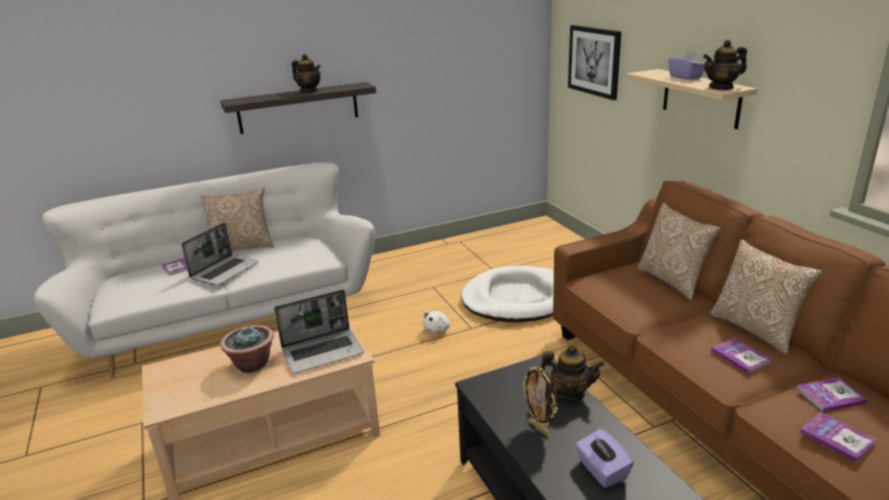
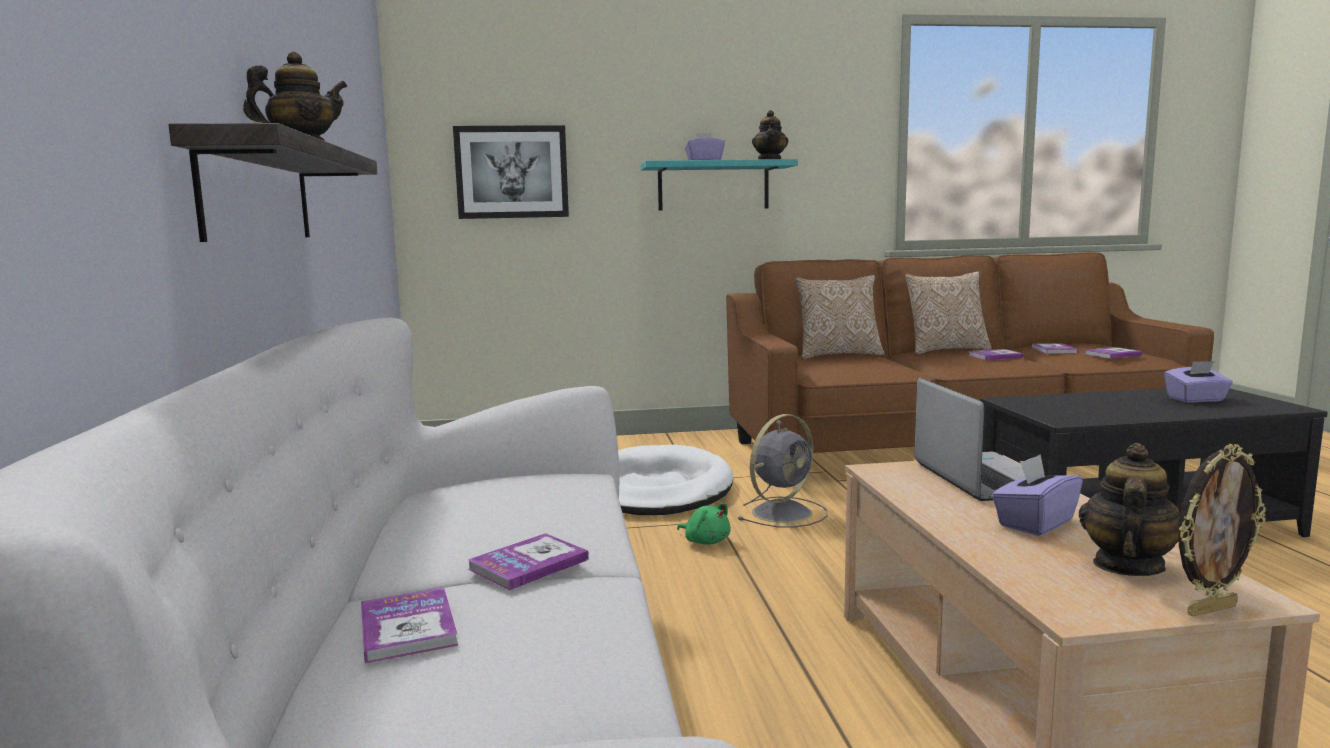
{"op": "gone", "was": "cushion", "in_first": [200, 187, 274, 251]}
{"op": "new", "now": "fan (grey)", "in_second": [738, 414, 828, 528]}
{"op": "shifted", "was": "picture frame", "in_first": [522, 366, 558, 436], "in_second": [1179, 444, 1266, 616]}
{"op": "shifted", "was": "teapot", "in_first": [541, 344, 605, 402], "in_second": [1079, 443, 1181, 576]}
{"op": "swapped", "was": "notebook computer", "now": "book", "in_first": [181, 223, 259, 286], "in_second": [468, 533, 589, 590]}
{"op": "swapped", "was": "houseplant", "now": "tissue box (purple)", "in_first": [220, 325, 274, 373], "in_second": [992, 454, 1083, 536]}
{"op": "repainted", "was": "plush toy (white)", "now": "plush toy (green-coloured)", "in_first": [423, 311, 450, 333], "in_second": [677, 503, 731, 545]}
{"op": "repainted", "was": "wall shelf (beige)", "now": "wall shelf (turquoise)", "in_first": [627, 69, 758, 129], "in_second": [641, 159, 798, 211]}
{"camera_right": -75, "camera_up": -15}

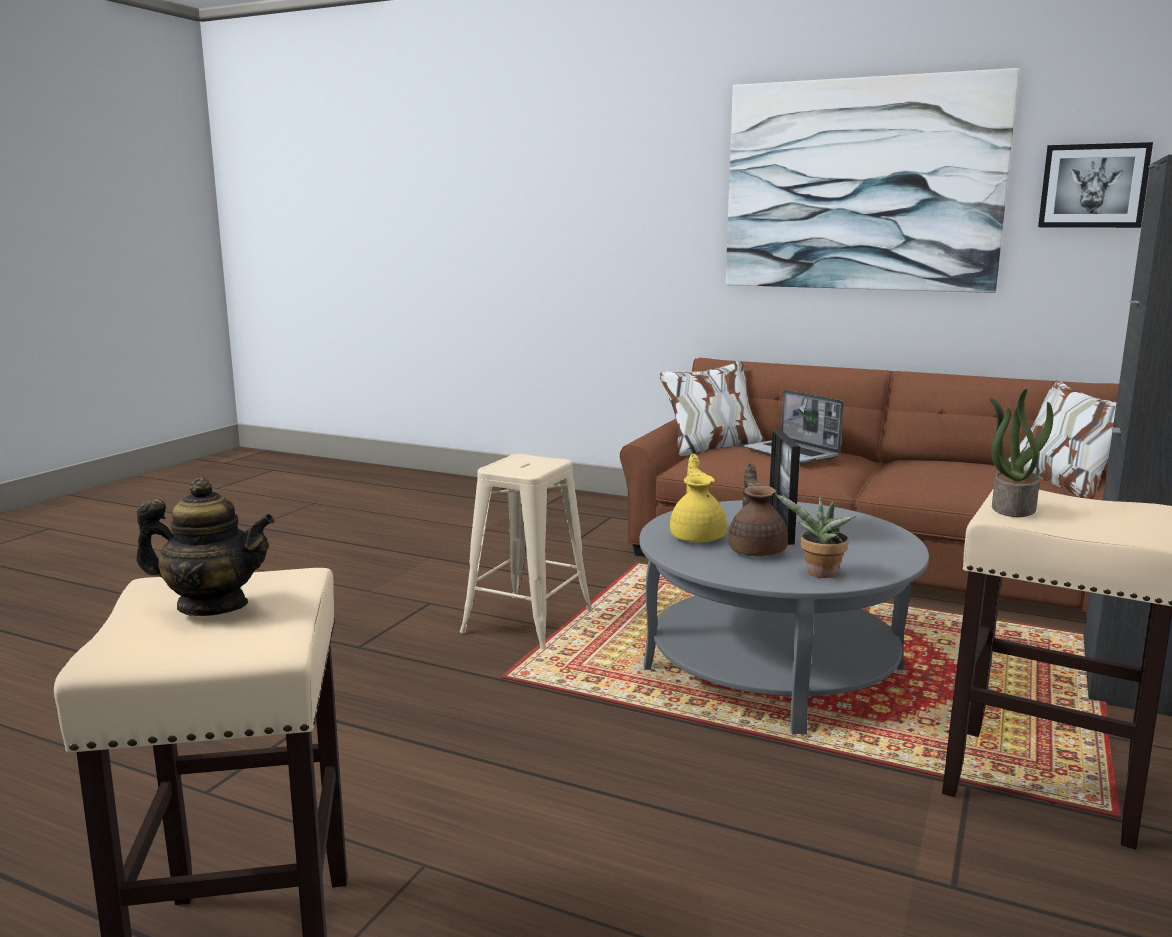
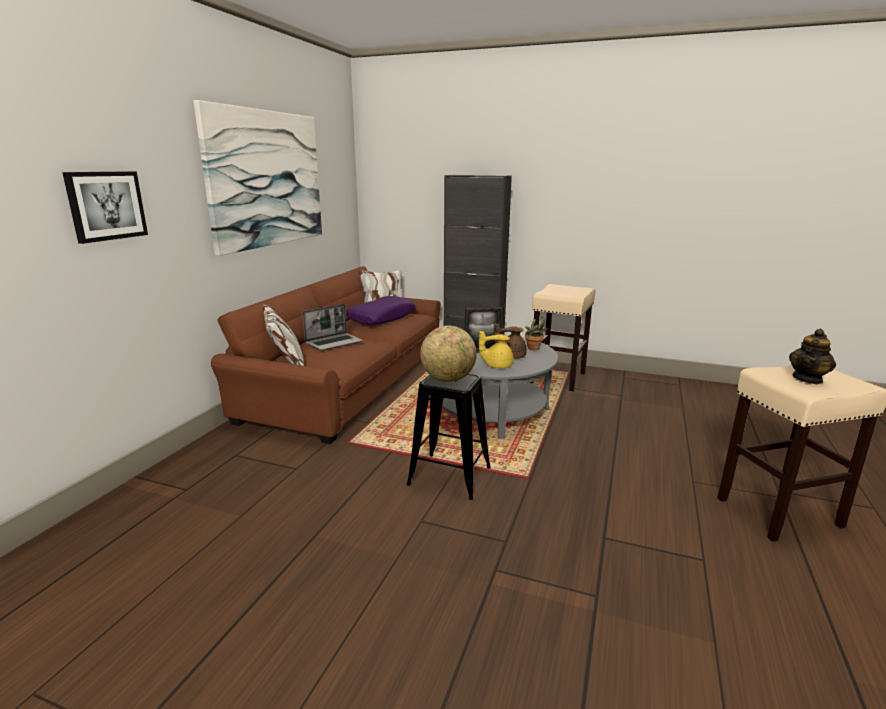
{"op": "gone", "was": "houseplant", "in_first": [989, 389, 1053, 517]}
{"op": "new", "now": "cushion (purple)", "in_second": [346, 296, 416, 325]}
{"op": "new", "now": "desk globe", "in_second": [420, 326, 477, 382]}
{"op": "shifted", "was": "picture", "in_first": [1038, 142, 1153, 228], "in_second": [62, 171, 148, 244]}
{"op": "repainted", "was": "stool seat (beige)", "now": "stool seat (blackish)", "in_first": [460, 454, 593, 649], "in_second": [406, 374, 491, 500]}
{"op": "rotated", "was": "teapot", "in_first": [136, 478, 275, 616], "in_second": [789, 329, 836, 384], "clockwise": -135}
{"camera_right": -95, "camera_up": 5}

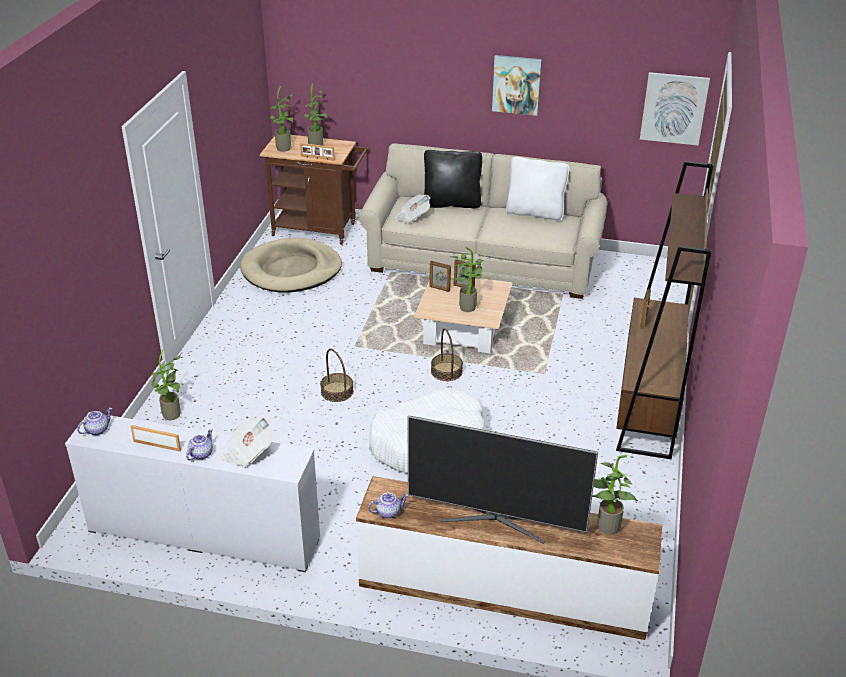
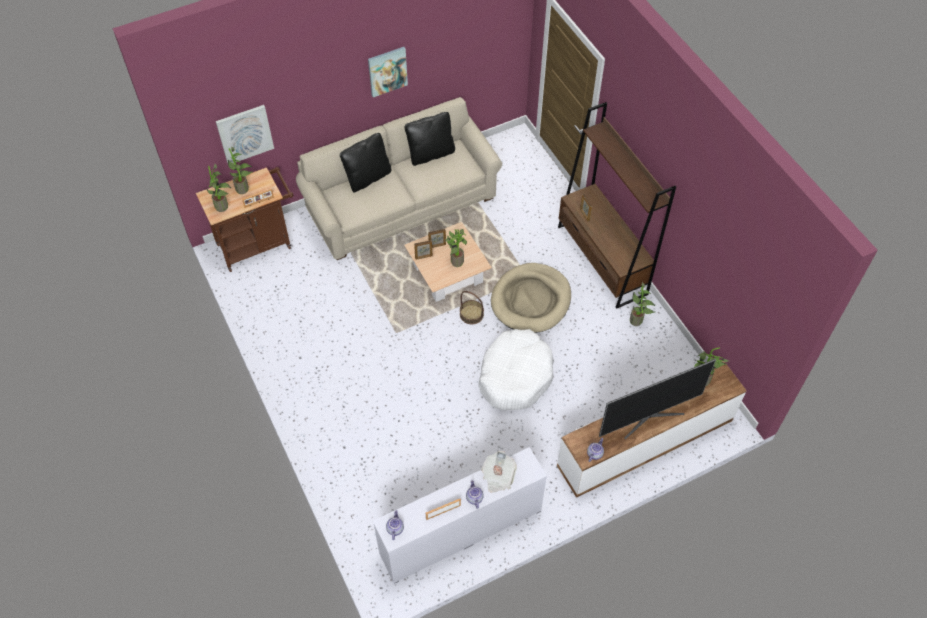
{"op": "gone", "was": "basket", "in_first": [320, 349, 353, 402]}
{"op": "gone", "was": "newspaper", "in_first": [395, 194, 431, 224]}
{"op": "shifted", "was": "houseplant", "in_first": [151, 350, 181, 420], "in_second": [630, 282, 655, 326]}
{"op": "shifted", "was": "dog bed (beige)", "in_first": [240, 238, 342, 293], "in_second": [491, 263, 571, 333]}
{"op": "shifted", "was": "picture", "in_first": [640, 72, 710, 145], "in_second": [216, 105, 274, 163]}
{"op": "repainted", "was": "cushion (white)", "now": "cushion (blackish)", "in_first": [506, 157, 569, 221], "in_second": [404, 112, 455, 166]}
{"camera_right": -40, "camera_up": 20}

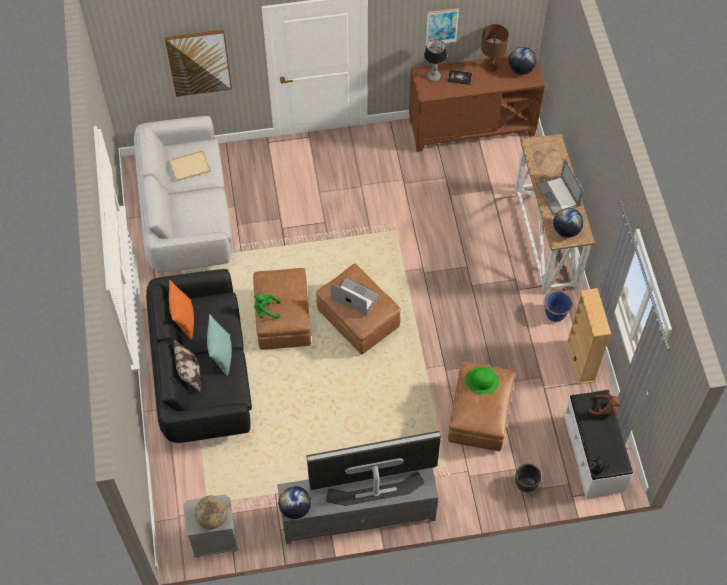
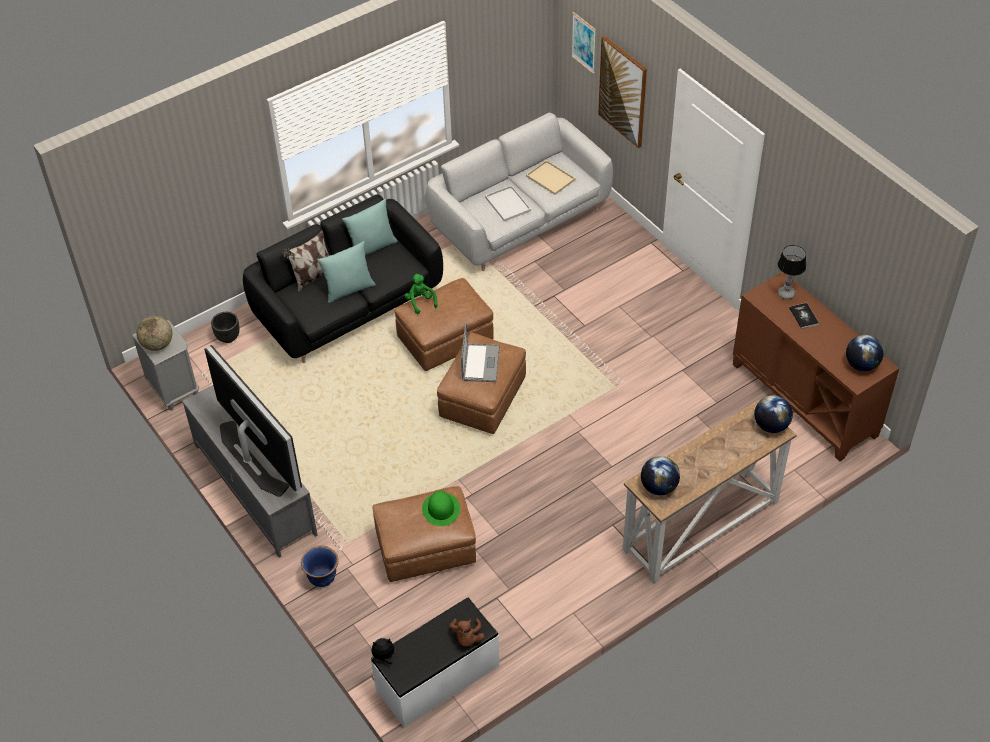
{"op": "gone", "was": "table lamp (brown)", "in_first": [481, 24, 509, 72]}
{"op": "gone", "was": "notebook computer", "in_first": [536, 159, 583, 215]}
{"op": "gone", "was": "bookshelf (beige)", "in_first": [566, 288, 611, 384]}
{"op": "new", "now": "carrying tray (white)", "in_second": [485, 185, 531, 222]}
{"op": "shifted", "was": "desk globe", "in_first": [278, 486, 311, 519], "in_second": [754, 395, 793, 433]}
{"op": "shifted", "was": "picture", "in_first": [426, 8, 459, 46], "in_second": [572, 12, 596, 74]}
{"op": "shifted", "was": "planter (blackish)", "in_first": [515, 464, 542, 492], "in_second": [211, 312, 239, 343]}
{"op": "shifted", "was": "planter (blue-coloured)", "in_first": [544, 290, 573, 322], "in_second": [301, 546, 338, 587]}
{"op": "repainted", "was": "cushion (orange)", "now": "cushion (turquoise)", "in_first": [169, 280, 194, 340], "in_second": [342, 199, 398, 255]}
{"camera_right": 65, "camera_up": -10}

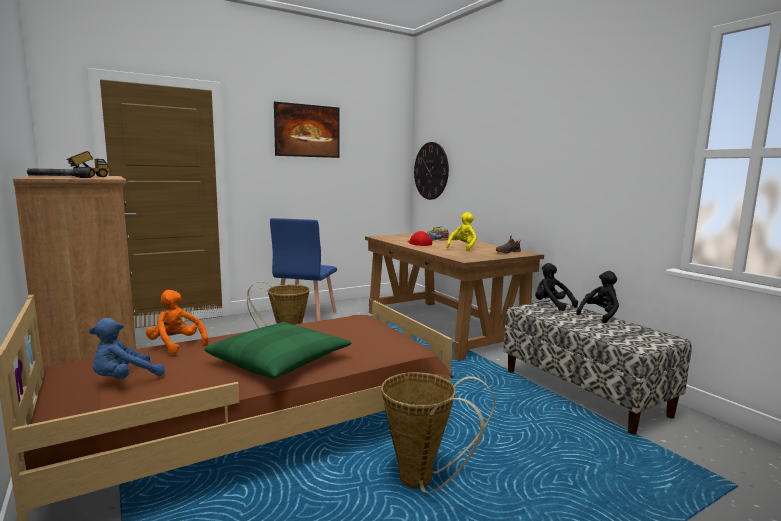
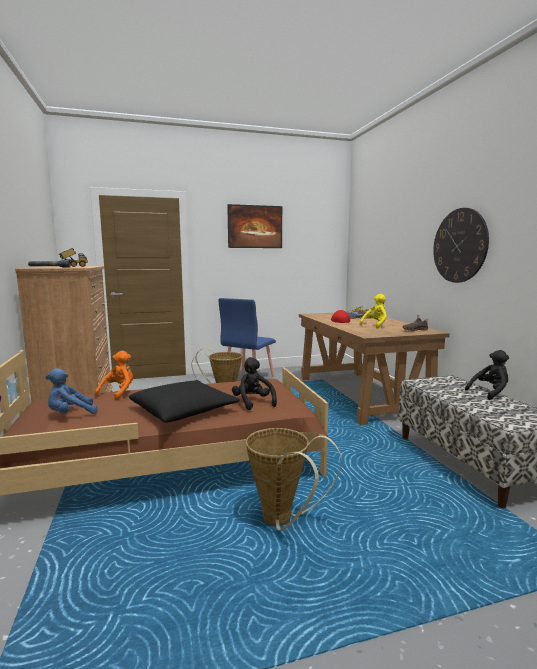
{"op": "shifted", "was": "clock on the wall", "in_first": [414, 142, 449, 200], "in_second": [433, 208, 489, 283]}
{"op": "shifted", "was": "plush toy (blackish)", "in_first": [535, 263, 578, 311], "in_second": [232, 357, 277, 410]}
{"op": "repainted", "was": "cushion (green-coloured)", "now": "cushion (blackish)", "in_first": [204, 322, 351, 379], "in_second": [129, 380, 240, 423]}
{"op": "rotated", "was": "plush toy (orange)", "in_first": [146, 290, 208, 354], "in_second": [94, 351, 133, 400], "clockwise": 60}
{"camera_right": 15, "camera_up": 0}

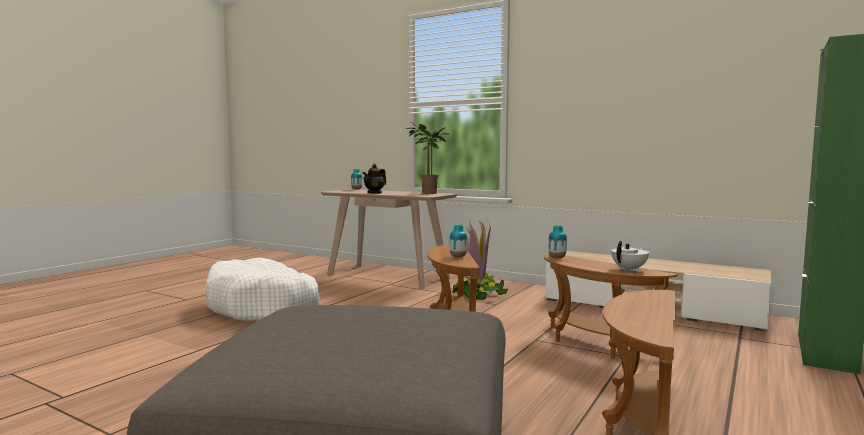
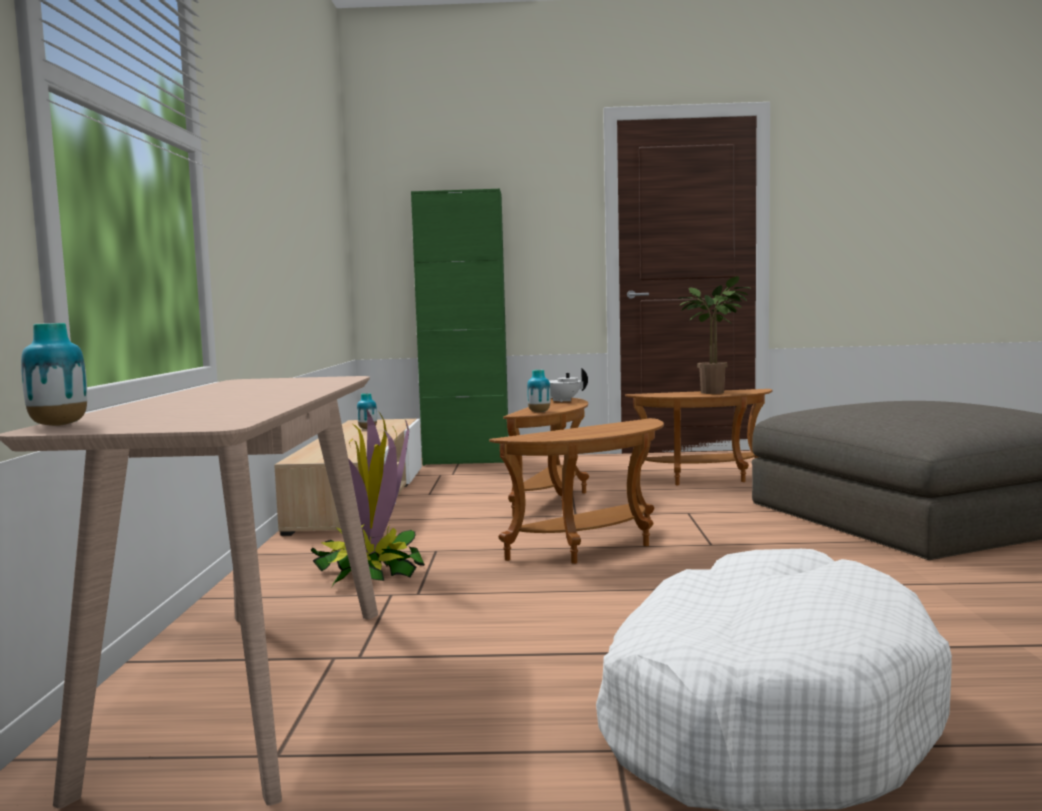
{"op": "gone", "was": "teapot", "in_first": [363, 164, 386, 194]}
{"op": "shifted", "was": "houseplant", "in_first": [406, 122, 450, 194], "in_second": [678, 276, 750, 394]}
{"op": "shifted", "was": "vase", "in_first": [450, 225, 467, 257], "in_second": [357, 393, 377, 429]}
{"camera_right": -120, "camera_up": 0}

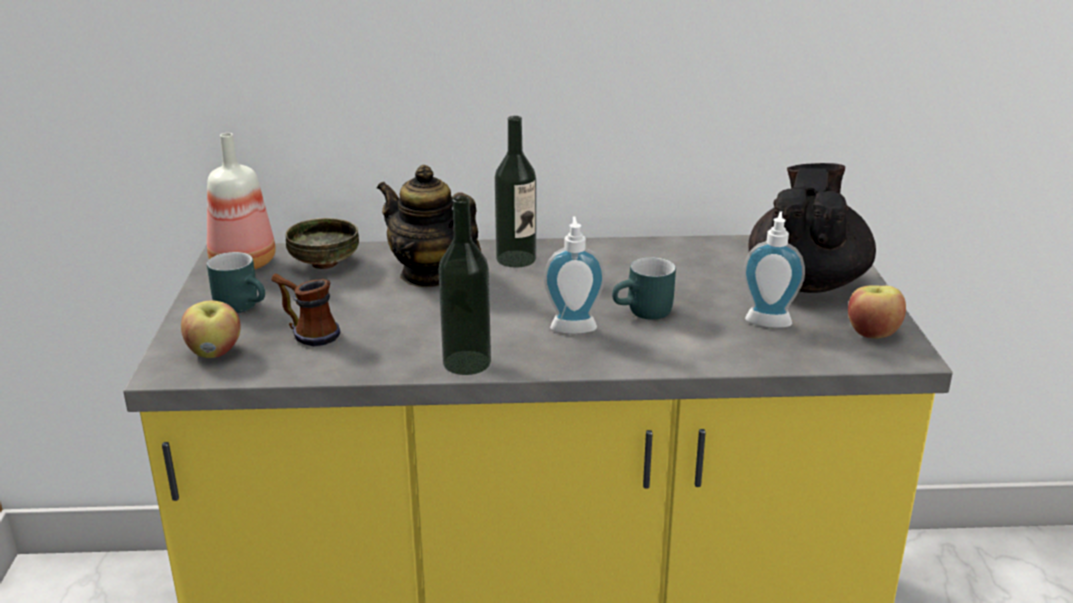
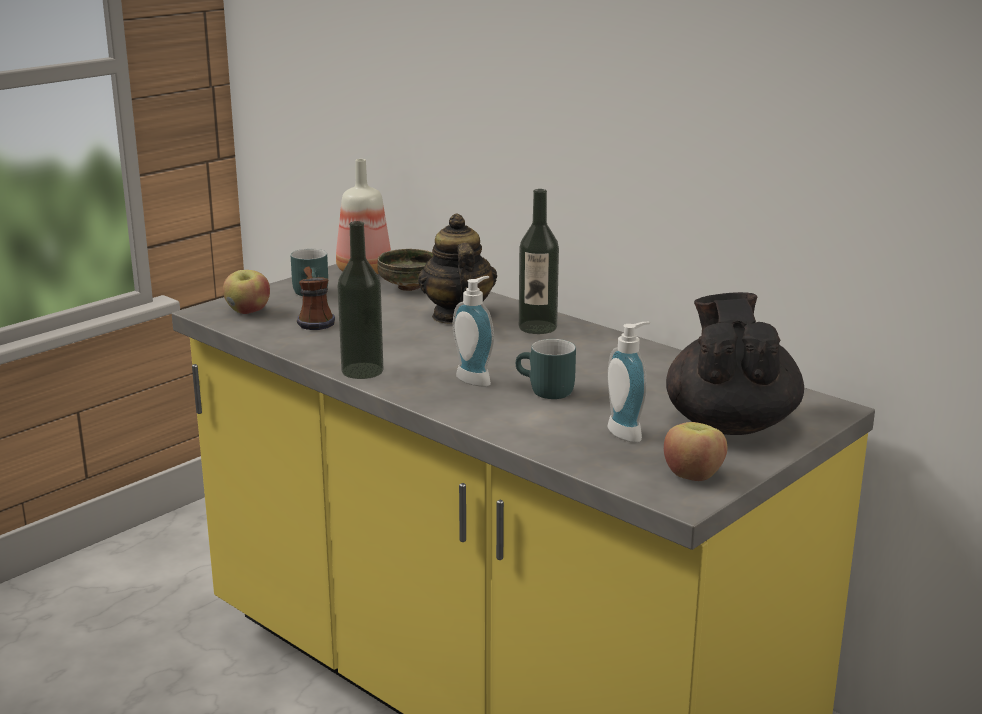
{"op": "rotated", "was": "teapot (blackish)", "in_first": [748, 163, 876, 293], "in_second": [666, 292, 804, 435], "clockwise": -60}
{"camera_right": 45, "camera_up": -5}

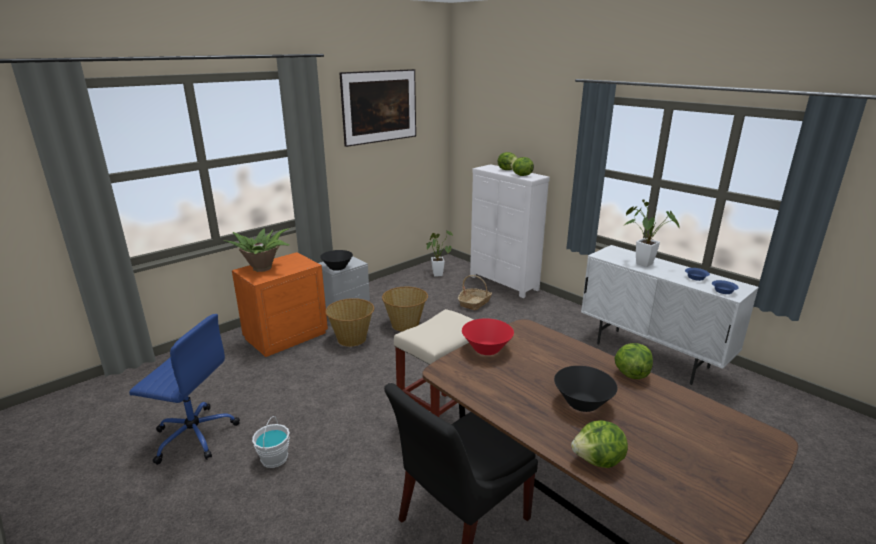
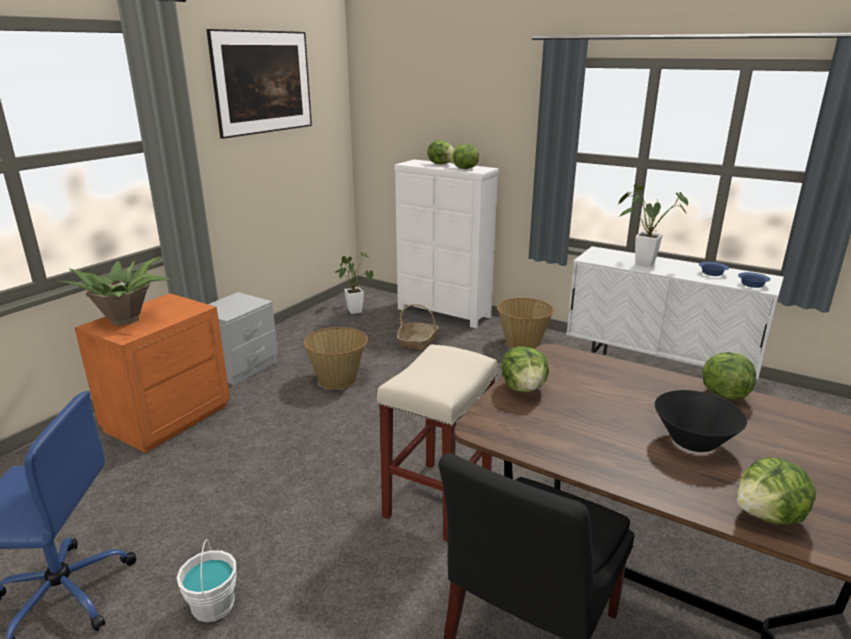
{"op": "gone", "was": "bowl (blackish)", "in_first": [320, 250, 353, 271]}
{"op": "shifted", "was": "basket", "in_first": [325, 298, 374, 347], "in_second": [497, 298, 554, 349]}
{"op": "swapped", "was": "bowl (red-coloured)", "now": "lettuce", "in_first": [462, 318, 514, 355], "in_second": [501, 346, 549, 392]}
{"camera_right": -15, "camera_up": 0}

